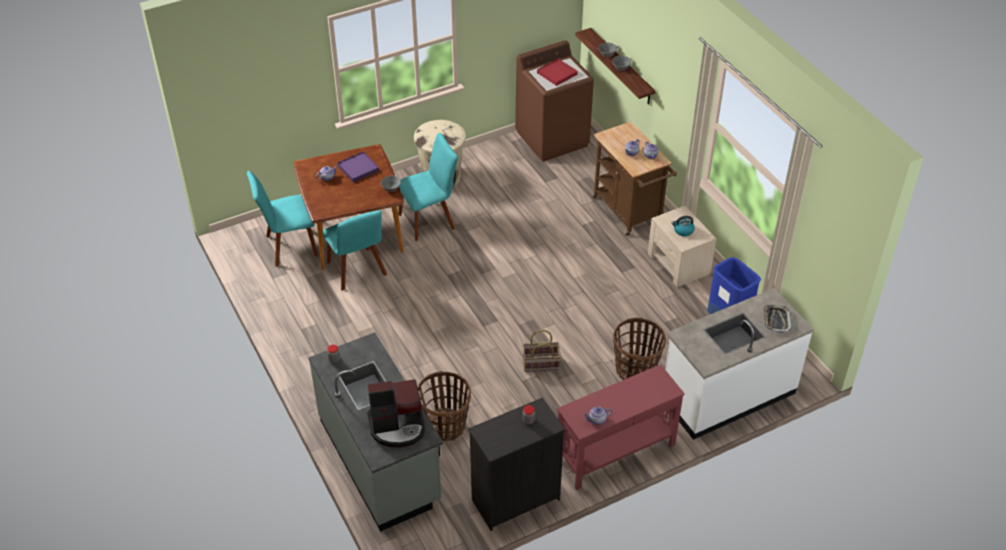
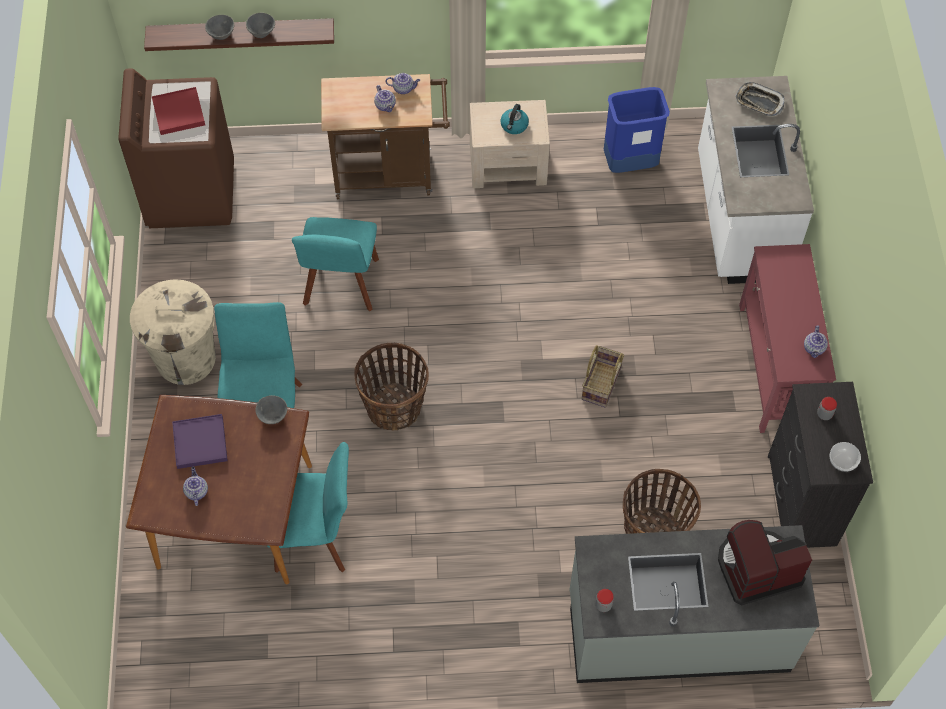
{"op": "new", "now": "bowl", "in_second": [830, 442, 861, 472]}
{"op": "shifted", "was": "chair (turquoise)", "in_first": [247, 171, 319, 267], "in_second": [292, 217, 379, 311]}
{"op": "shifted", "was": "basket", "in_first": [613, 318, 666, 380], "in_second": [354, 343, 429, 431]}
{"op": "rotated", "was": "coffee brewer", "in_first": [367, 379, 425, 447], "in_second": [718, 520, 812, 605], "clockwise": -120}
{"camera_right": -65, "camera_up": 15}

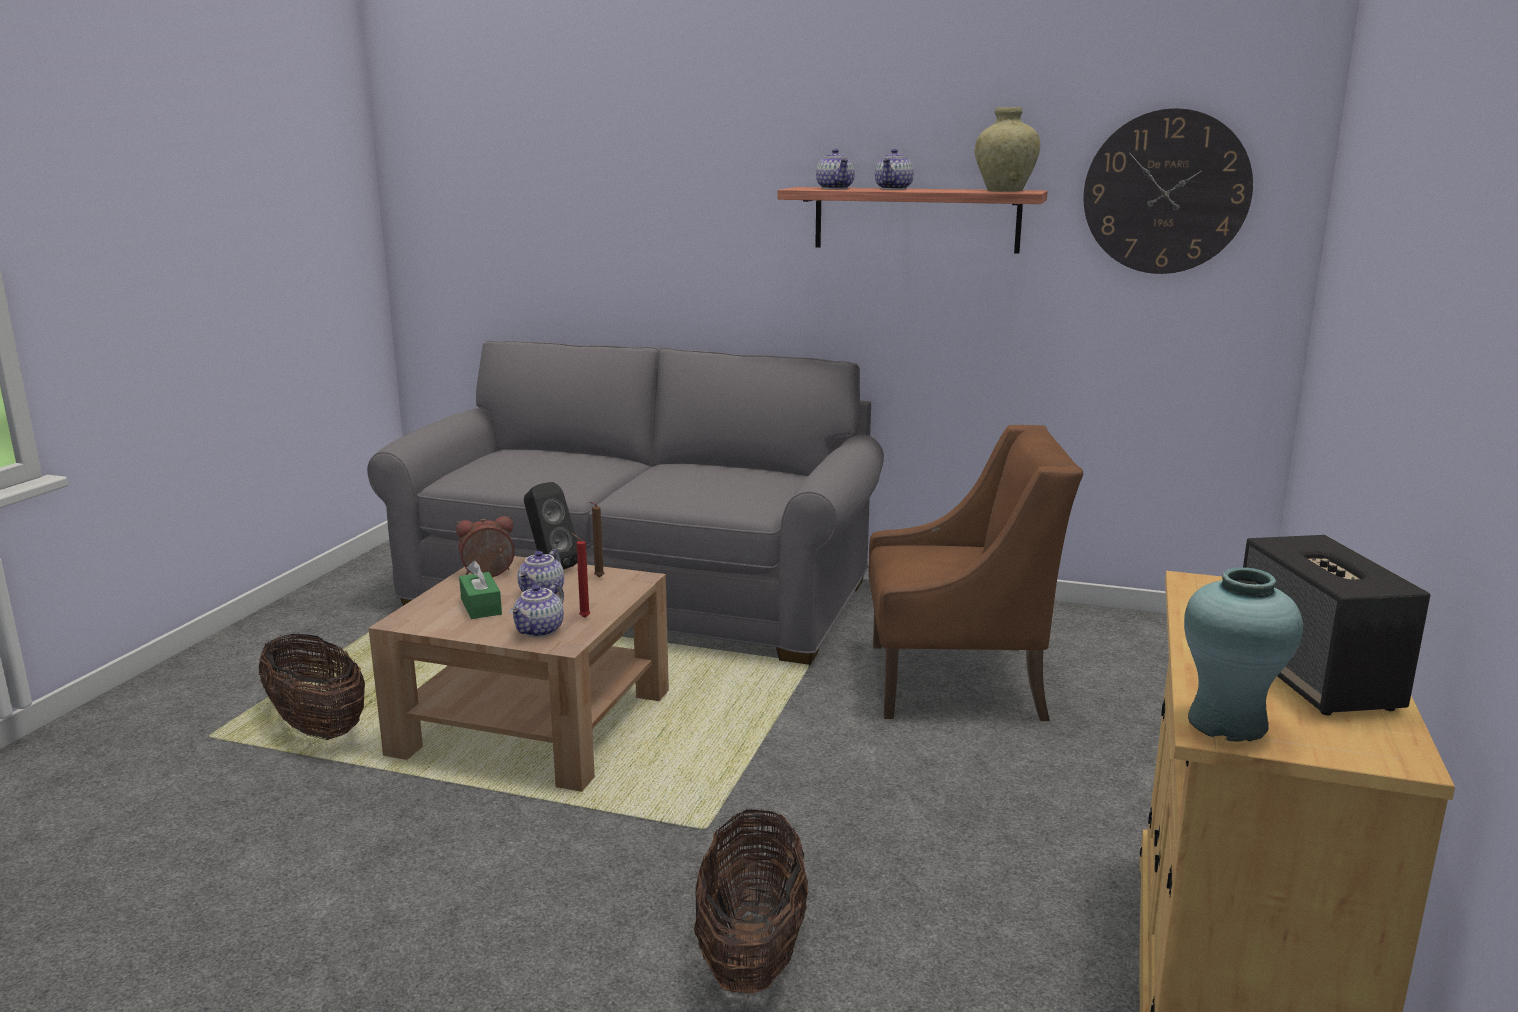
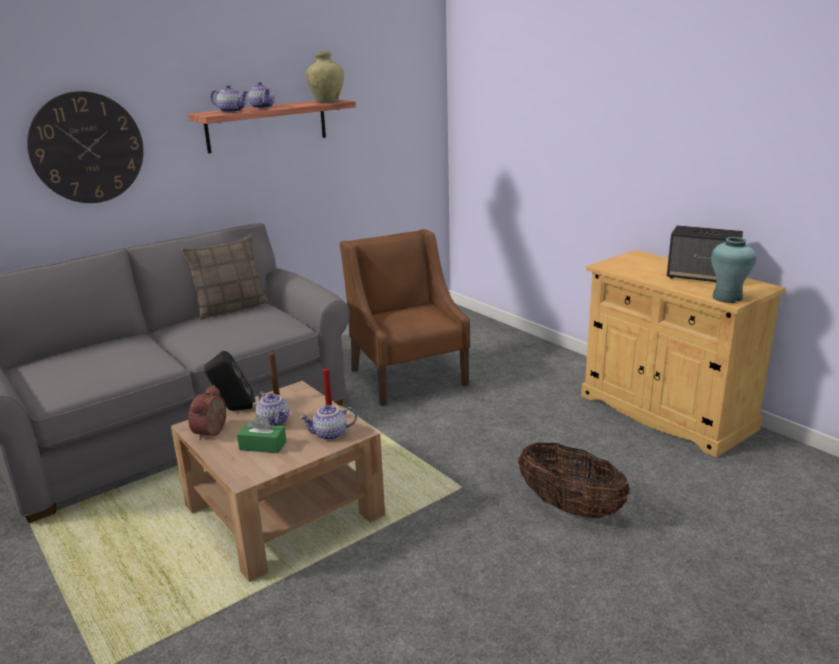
{"op": "gone", "was": "basket", "in_first": [259, 634, 365, 740]}
{"op": "new", "now": "cushion", "in_second": [181, 235, 269, 320]}
{"op": "shifted", "was": "clock on the wall", "in_first": [1084, 108, 1253, 274], "in_second": [27, 91, 144, 203]}
{"op": "rotated", "was": "teapot", "in_first": [510, 583, 564, 637], "in_second": [299, 404, 357, 440], "clockwise": 105}
{"op": "rotated", "was": "armchair (brown)", "in_first": [869, 425, 1083, 721], "in_second": [340, 229, 470, 406], "clockwise": -60}
{"camera_right": -55, "camera_up": 5}

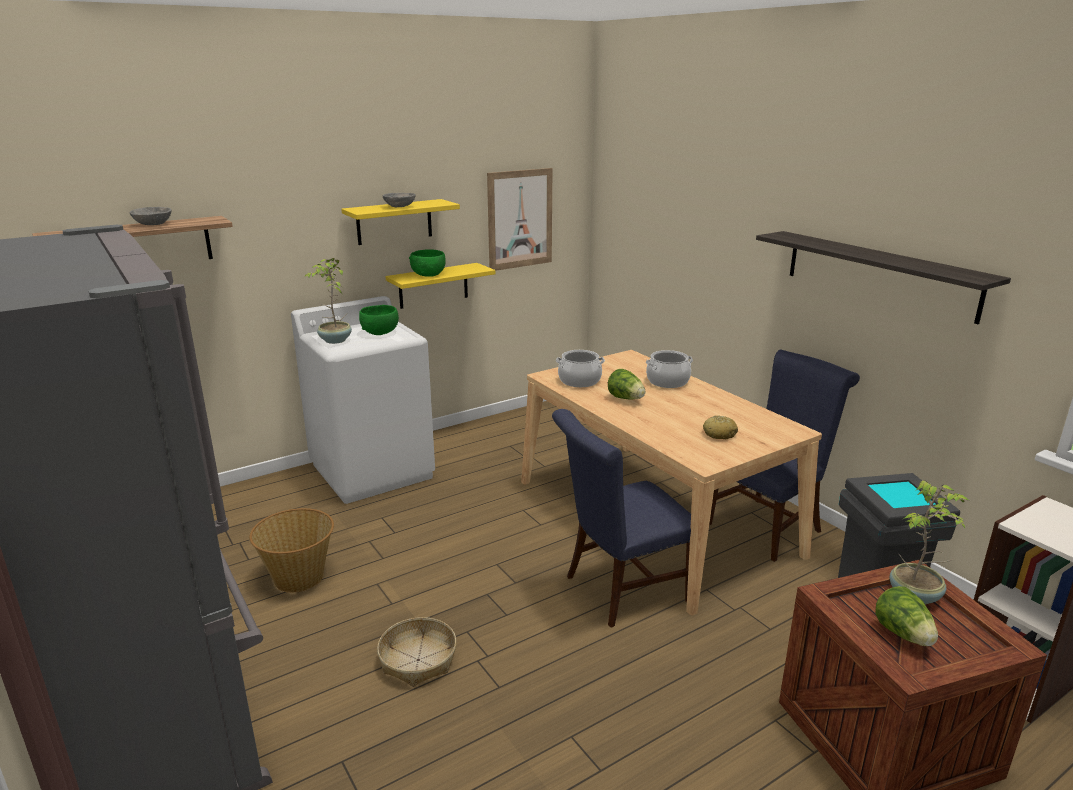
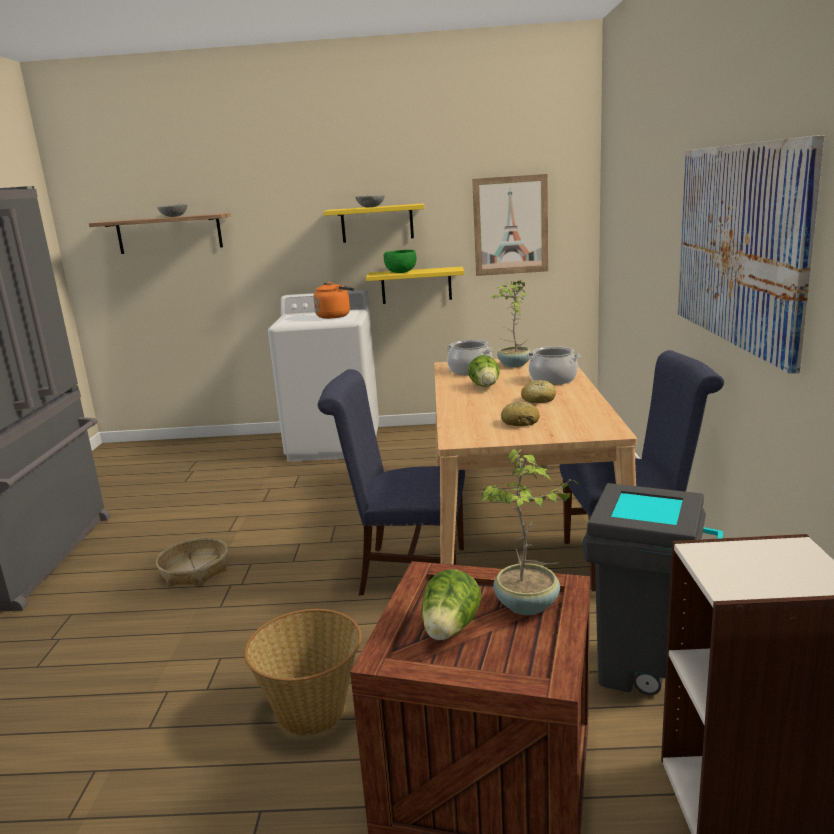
{"op": "new", "now": "bread", "in_second": [521, 380, 556, 403]}
{"op": "shifted", "was": "basket", "in_first": [249, 508, 334, 593], "in_second": [244, 609, 362, 736]}
{"op": "shifted", "was": "houseplant", "in_first": [305, 258, 352, 344], "in_second": [491, 280, 531, 367]}
{"op": "swapped", "was": "bowl (green-coloured)", "now": "water kettle (orange)", "in_first": [359, 305, 399, 335], "in_second": [313, 282, 354, 319]}
{"op": "swapped", "was": "wall shelf", "now": "picture", "in_first": [756, 231, 1011, 324], "in_second": [678, 135, 825, 374]}
{"camera_right": 35, "camera_up": -5}

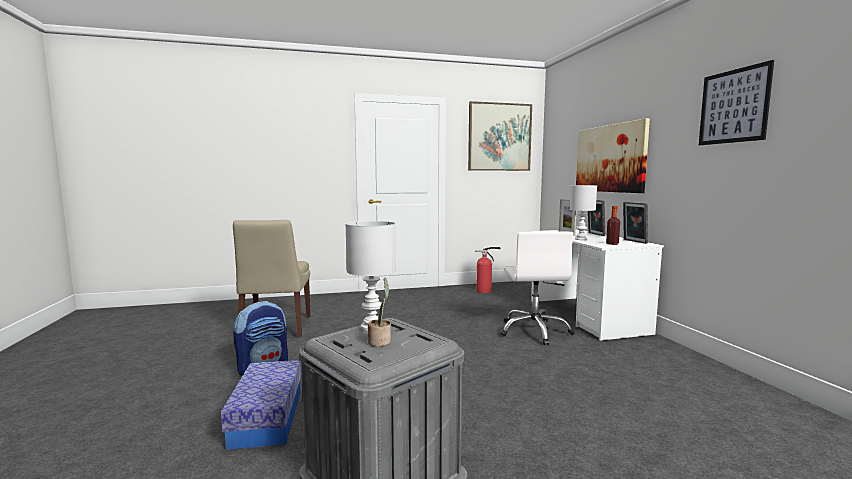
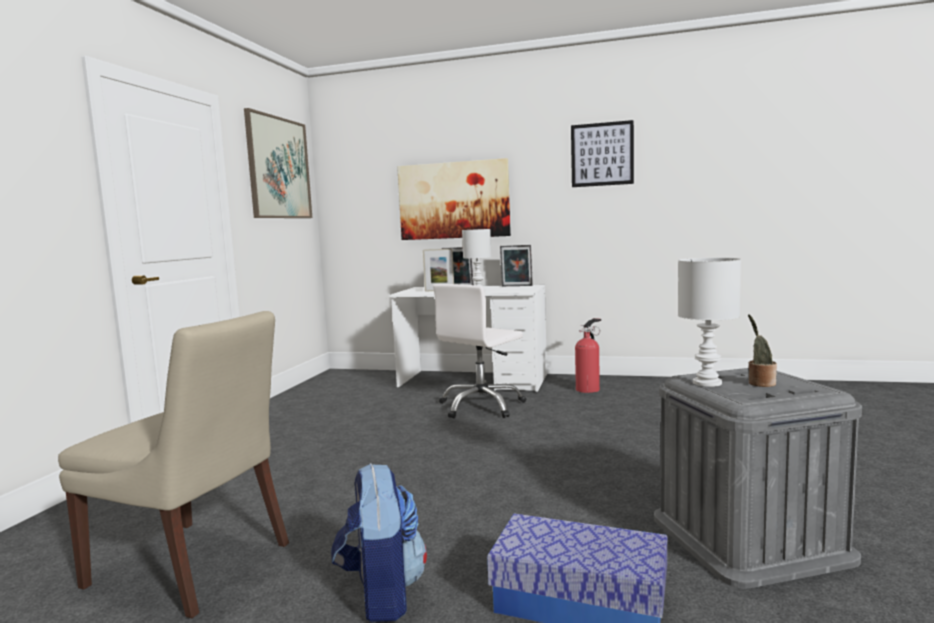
{"op": "gone", "was": "drink bottle", "in_first": [606, 206, 620, 245]}
{"op": "shifted", "was": "extinguisher", "in_first": [475, 247, 500, 293], "in_second": [575, 318, 601, 393]}
{"op": "rotated", "was": "desk chair (white)", "in_first": [500, 231, 575, 345], "in_second": [433, 284, 526, 418], "clockwise": 105}
{"camera_right": -60, "camera_up": 0}

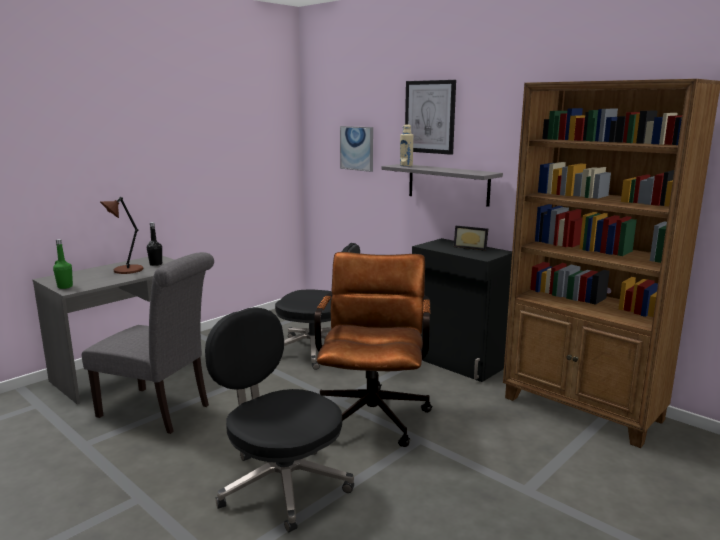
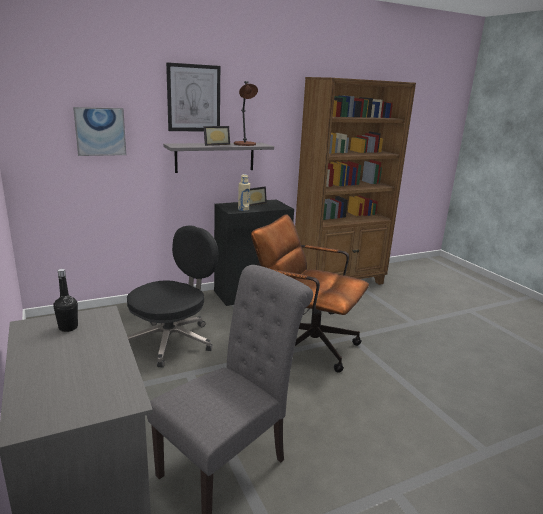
{"op": "gone", "was": "drink bottle (green-coloured)", "in_first": [53, 239, 73, 289]}
{"op": "gone", "was": "desk chair (blackish)", "in_first": [205, 307, 354, 532]}
{"op": "new", "now": "picture frame", "in_second": [203, 126, 230, 146]}
{"op": "shifted", "was": "table lamp (brown)", "in_first": [100, 197, 143, 274], "in_second": [234, 81, 258, 146]}
{"op": "shifted", "was": "drink bottle (beige)", "in_first": [400, 124, 413, 167], "in_second": [238, 174, 250, 211]}
{"camera_right": -70, "camera_up": 5}

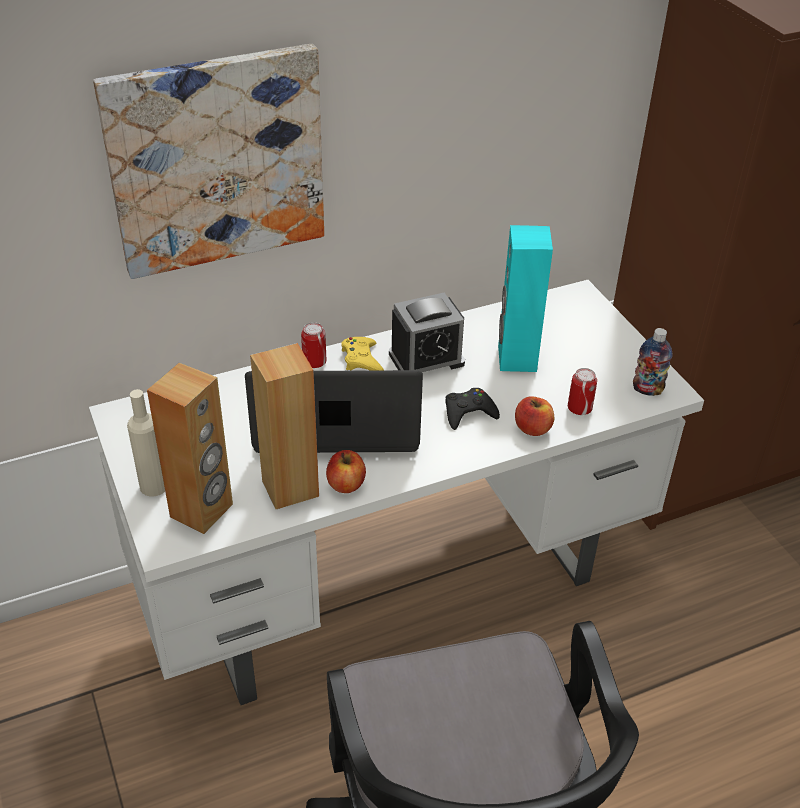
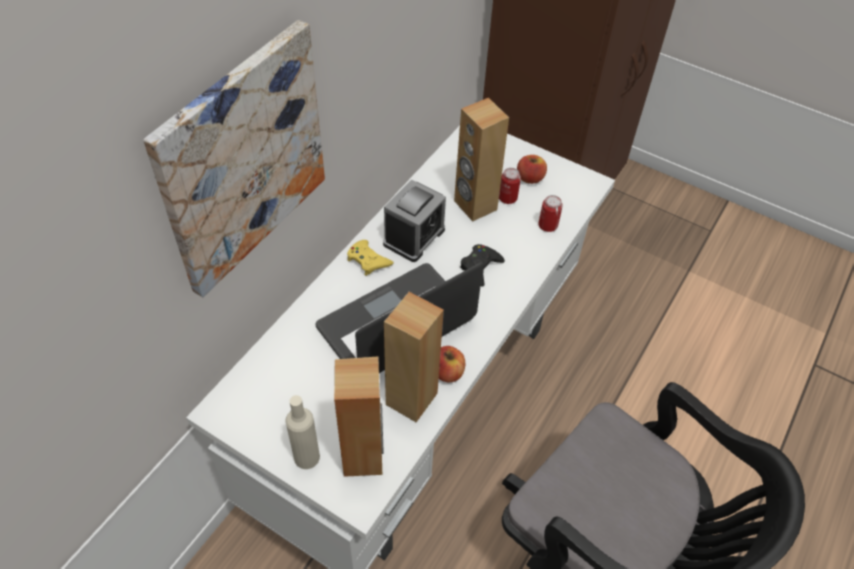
{"op": "gone", "was": "drink bottle", "in_first": [633, 328, 672, 396]}
{"op": "shifted", "was": "metal can", "in_first": [301, 322, 326, 368], "in_second": [499, 168, 521, 204]}
{"op": "shifted", "was": "whole apple", "in_first": [515, 396, 554, 436], "in_second": [517, 155, 547, 184]}
{"op": "repainted", "was": "speaker (turquoise)", "now": "speaker (brown)", "in_first": [498, 225, 553, 372], "in_second": [454, 98, 509, 222]}
{"camera_right": -35, "camera_up": 10}

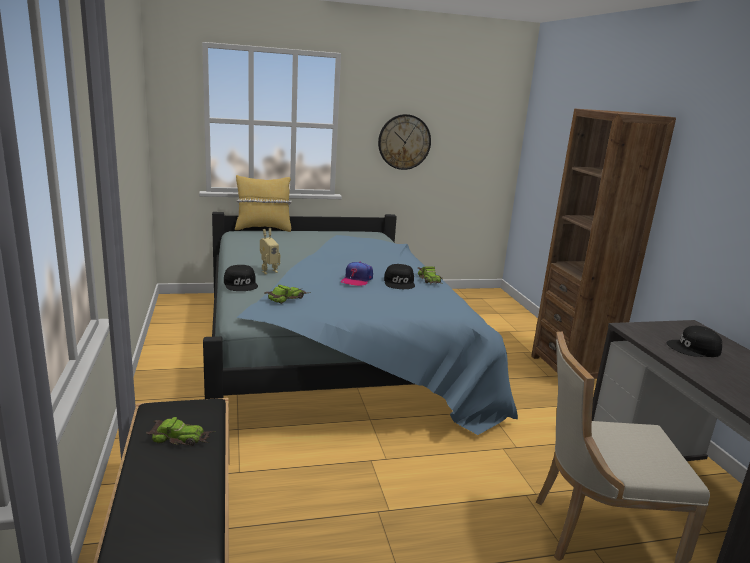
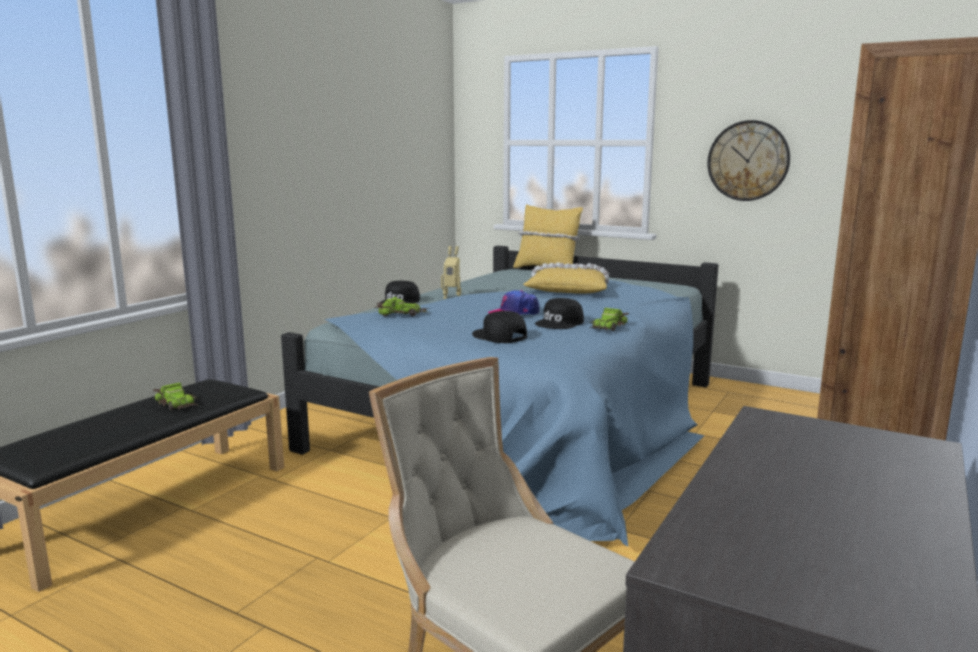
{"op": "new", "now": "cushion (yellowish)", "in_second": [523, 263, 609, 294]}
{"op": "shifted", "was": "baseball cap (blackish)", "in_first": [667, 326, 722, 357], "in_second": [472, 311, 527, 343]}
{"camera_right": 45, "camera_up": -5}

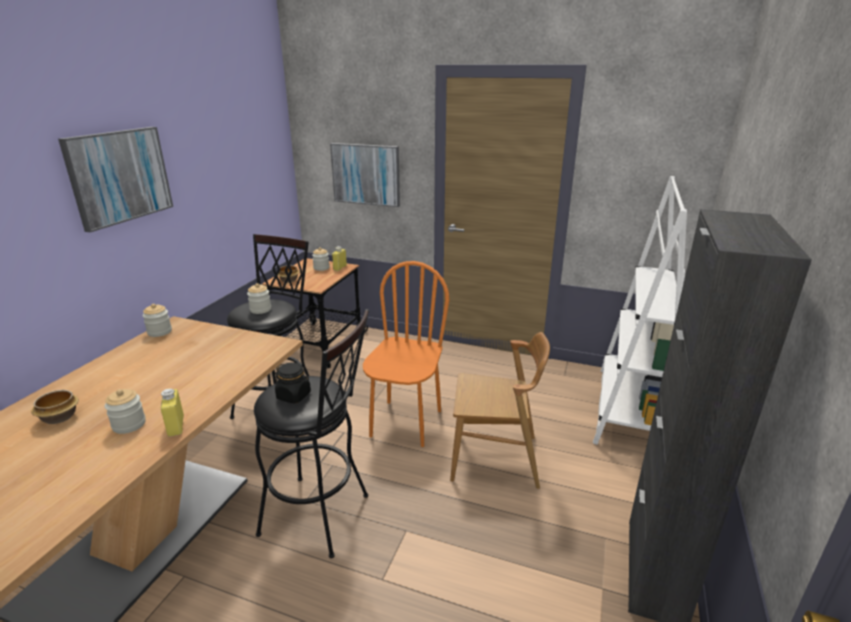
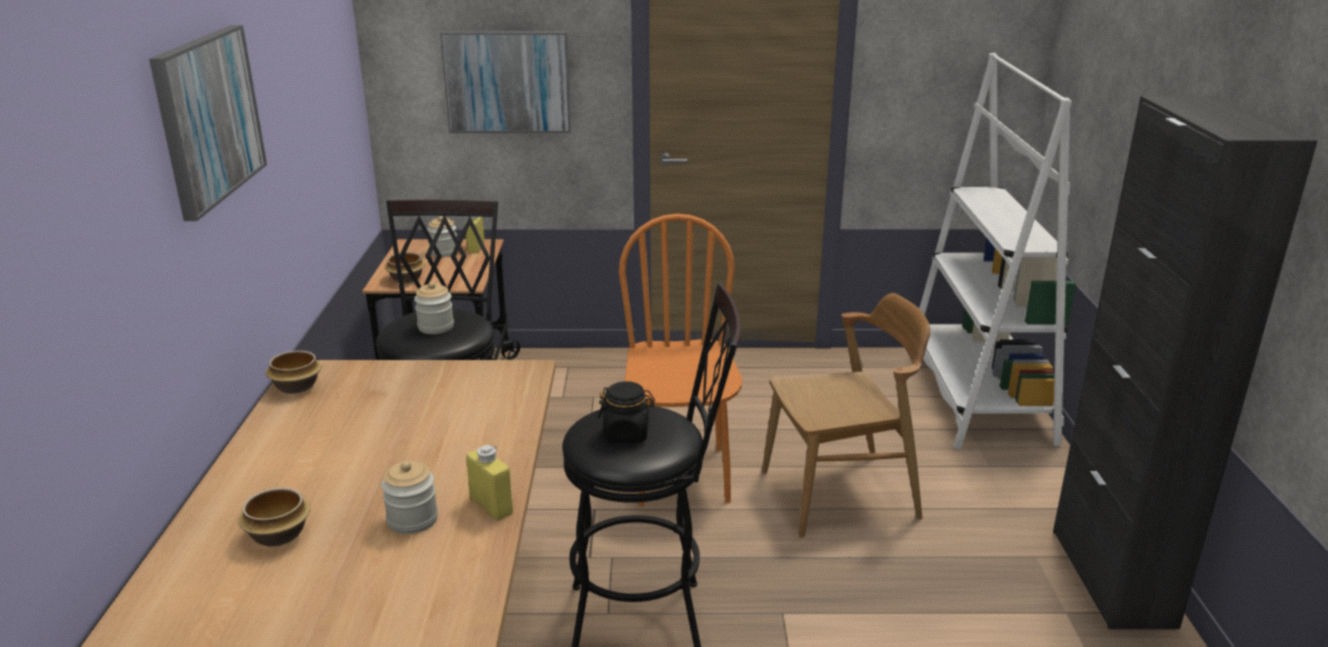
{"op": "swapped", "was": "preserve jar", "now": "bowl", "in_first": [142, 304, 172, 337], "in_second": [266, 350, 322, 394]}
{"camera_right": -20, "camera_up": 0}

